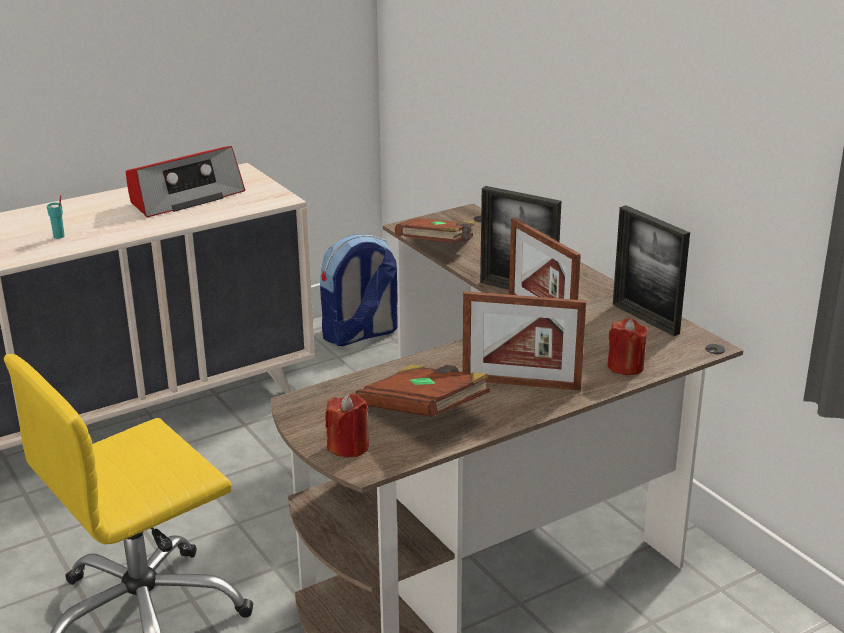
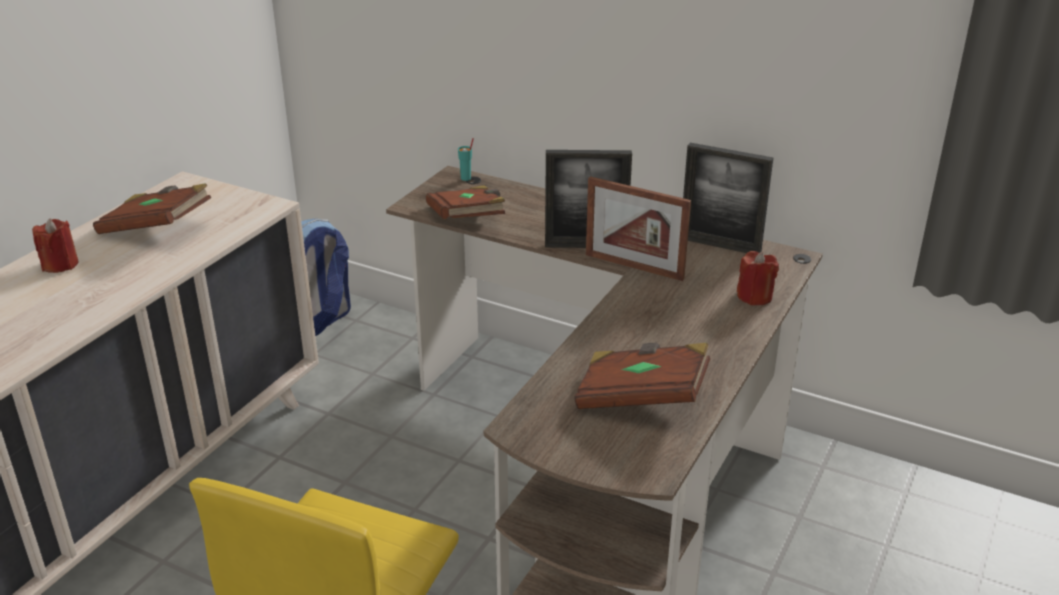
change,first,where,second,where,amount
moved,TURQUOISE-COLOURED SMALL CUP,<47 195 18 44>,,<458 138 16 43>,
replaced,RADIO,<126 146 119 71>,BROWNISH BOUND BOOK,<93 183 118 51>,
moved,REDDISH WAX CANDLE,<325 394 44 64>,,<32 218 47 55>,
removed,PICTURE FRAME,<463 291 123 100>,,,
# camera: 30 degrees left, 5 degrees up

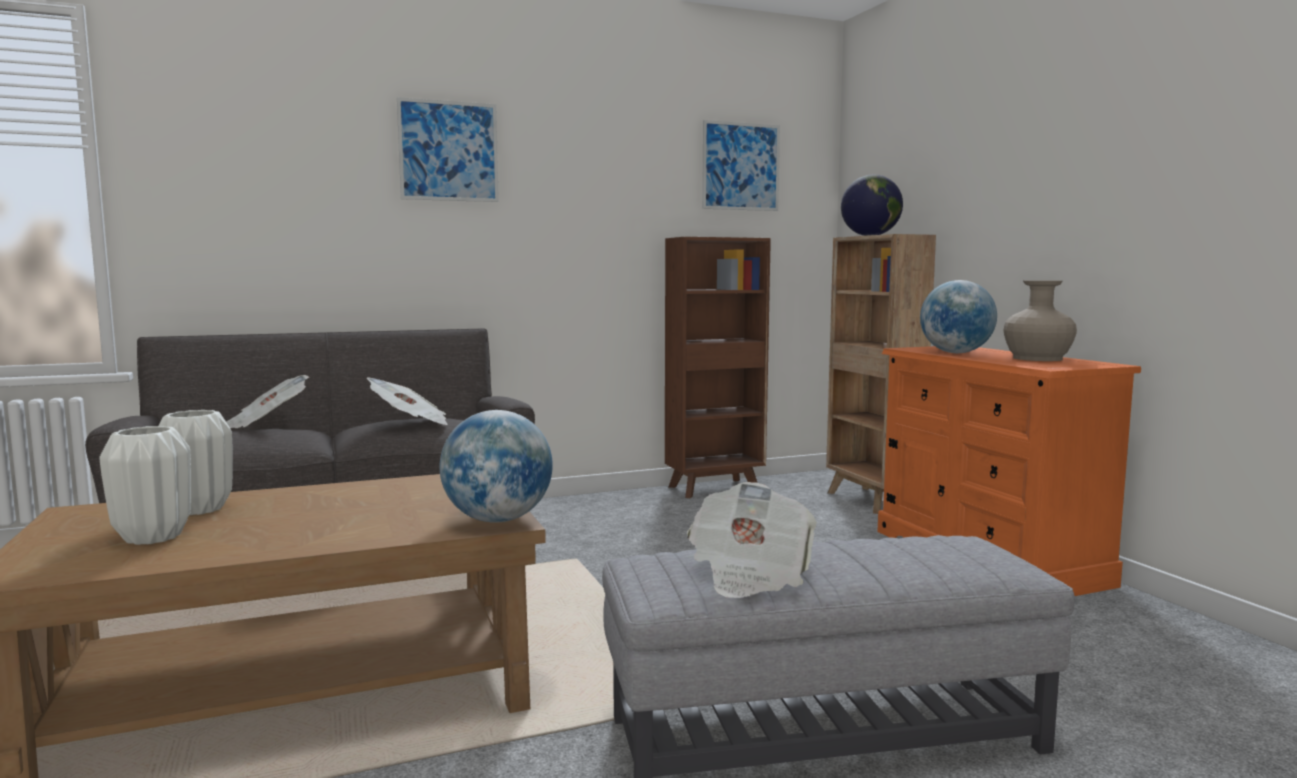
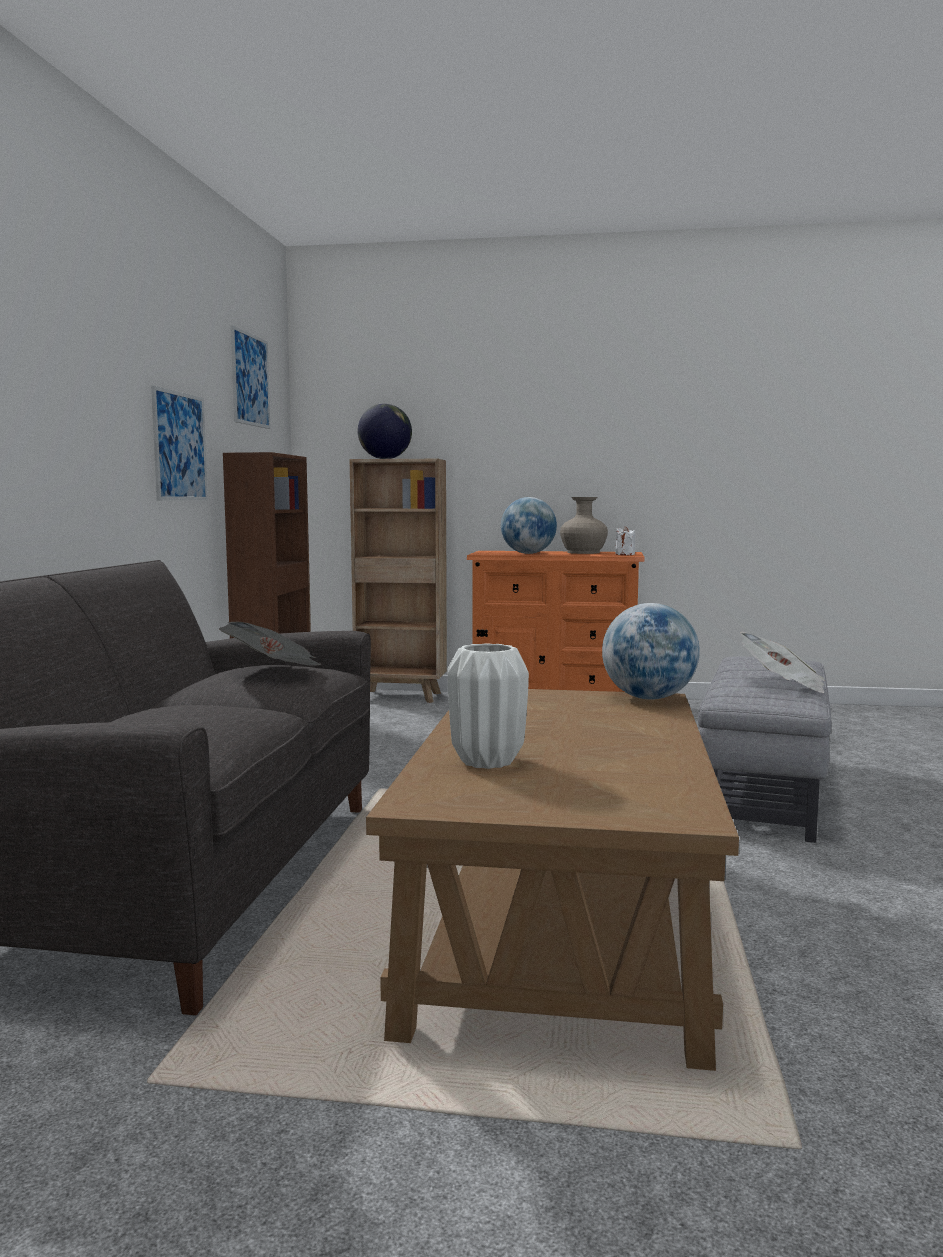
change,first,where,second,where,amount
removed,WHITISH DECORATIVE VASE,<99 426 92 119>,,,
removed,DAILY PAPER,<226 375 83 53>,,,
moved,PICTURE,<397 97 102 105>,,<151 386 57 114>,
added,,,WHITISH WAX CANDLE,<615 526 20 29>,
# camera: 60 degrees left, 0 degrees up

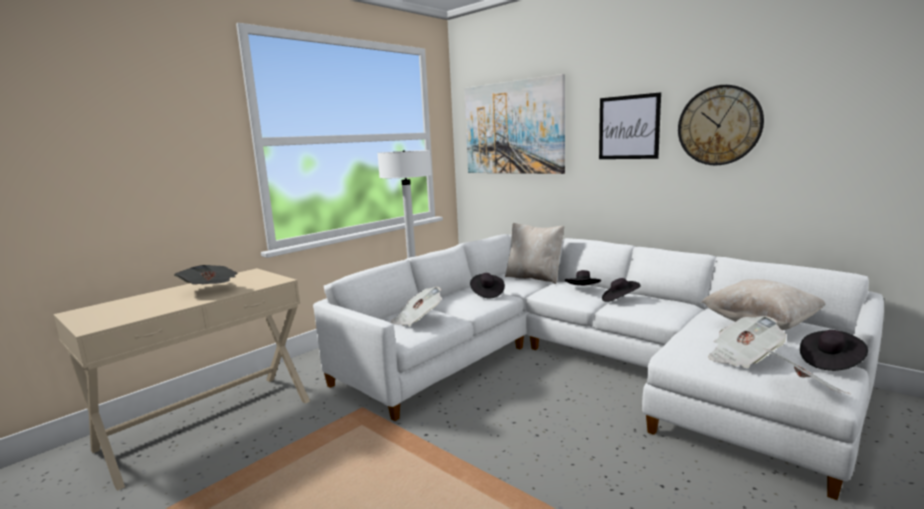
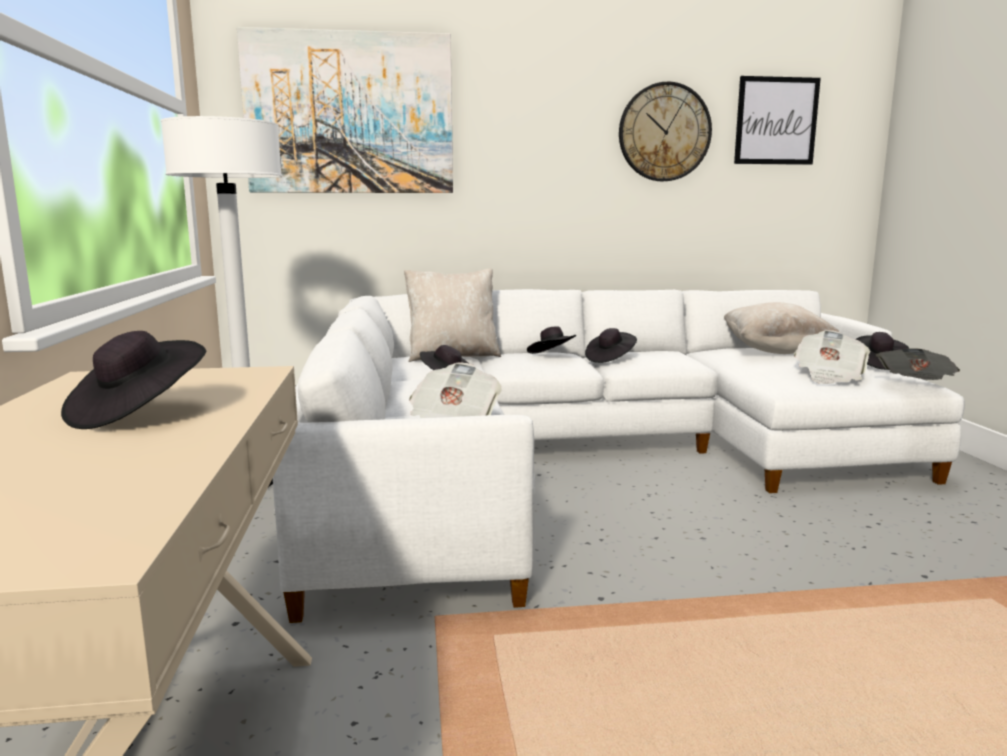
change,first,where,second,where,amount
replaced,DAILY PAPER,<174 265 63 20>,BLACK-COLOURED CLOTHING HAT,<61 331 145 98>,
moved,PICTURE,<599 92 62 67>,,<734 76 87 89>,
# camera: 50 degrees left, 0 degrees up

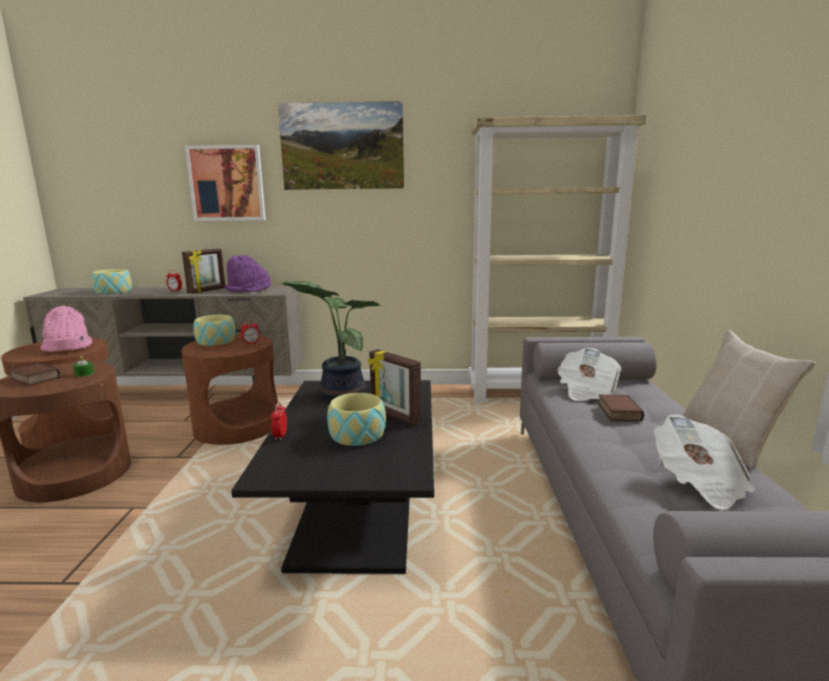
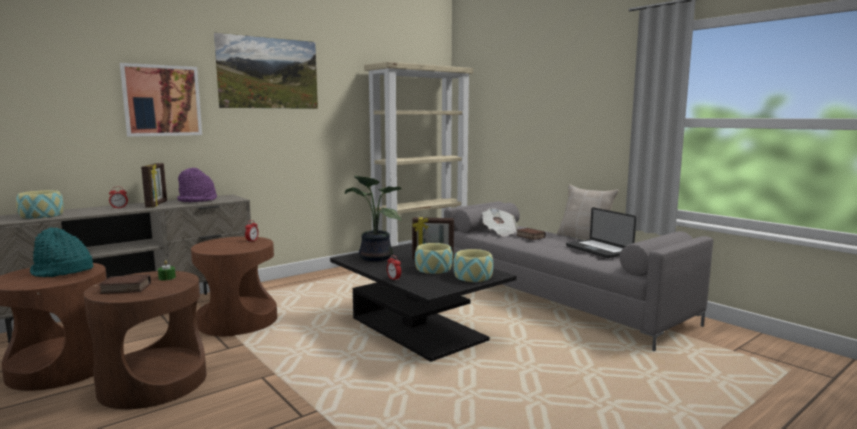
change,first,where,second,where,amount
recoloured,PINKISH CLOTHING HAT,<41 305 51 47>,TURQUOISE-COLOURED CLOTHING HAT,<30 227 63 50>,
moved,SERVING BOWL,<193 315 42 31>,,<453 249 40 33>,
replaced,DAILY PAPER,<653 414 103 96>,NOTEBOOK COMPUTER,<566 207 70 51>,
# camera: 40 degrees left, 5 degrees down

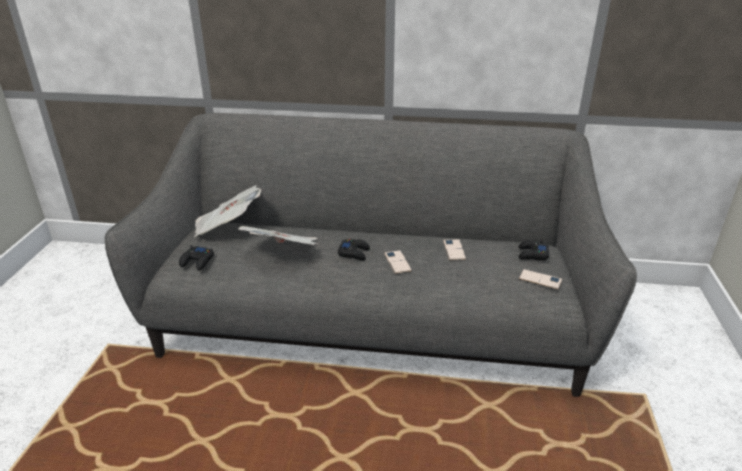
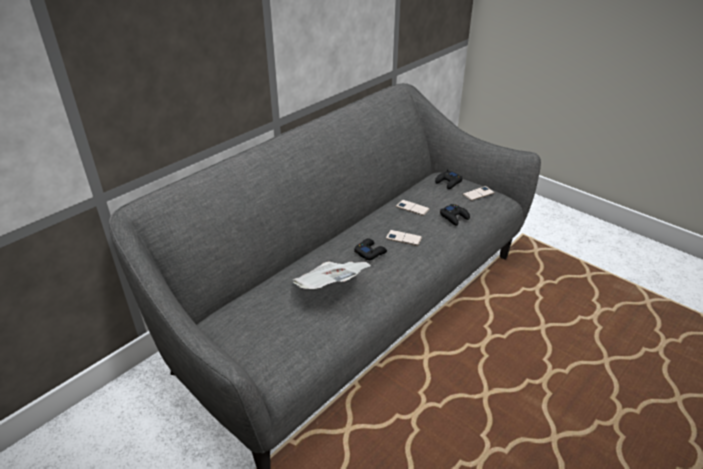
change,first,where,second,where,amount
moved,BLACK-COLOURED JOYPAD,<179 245 35 25>,,<440 204 30 22>,
removed,DAILY PAPER,<194 185 67 52>,,,
# camera: 55 degrees left, 5 degrees up

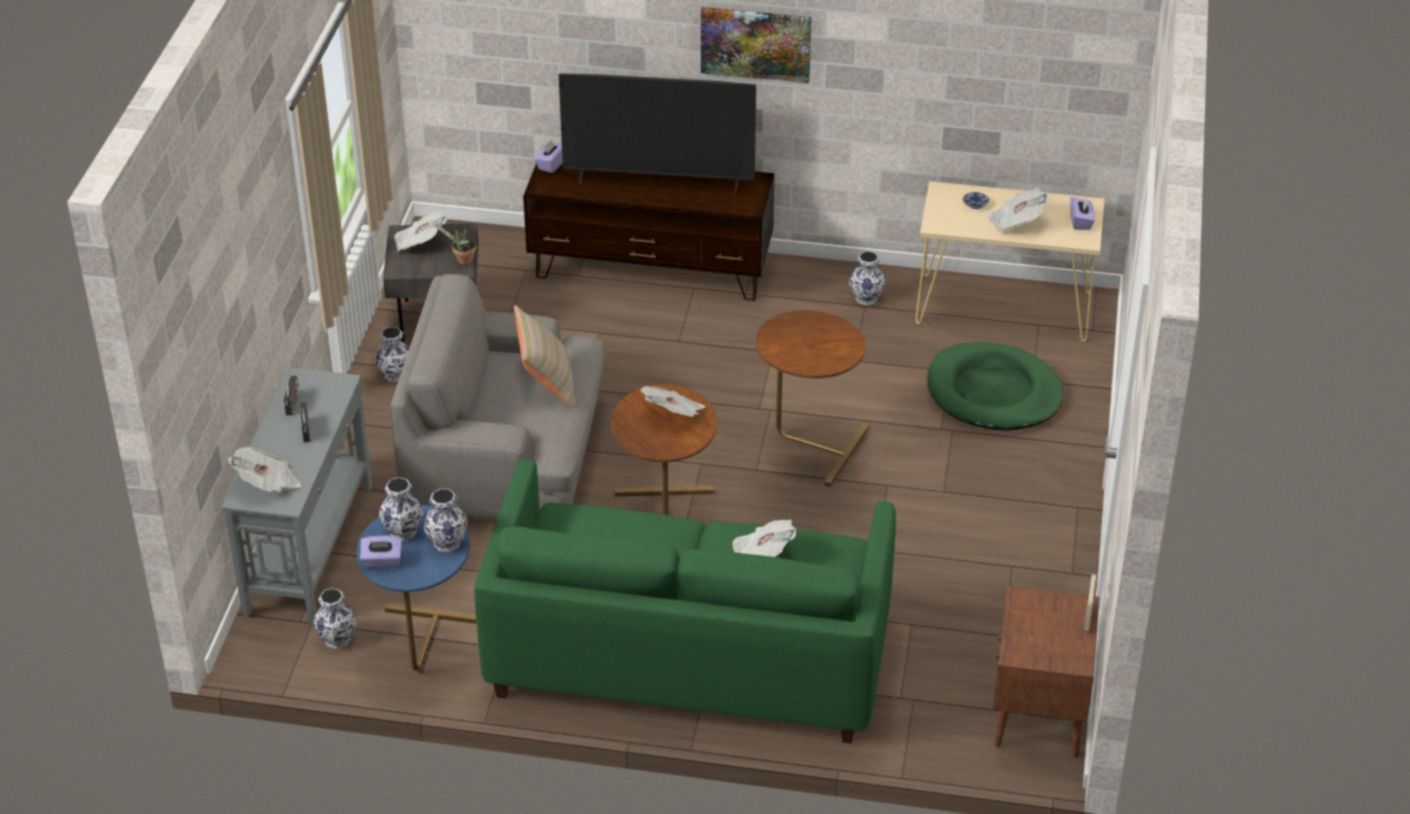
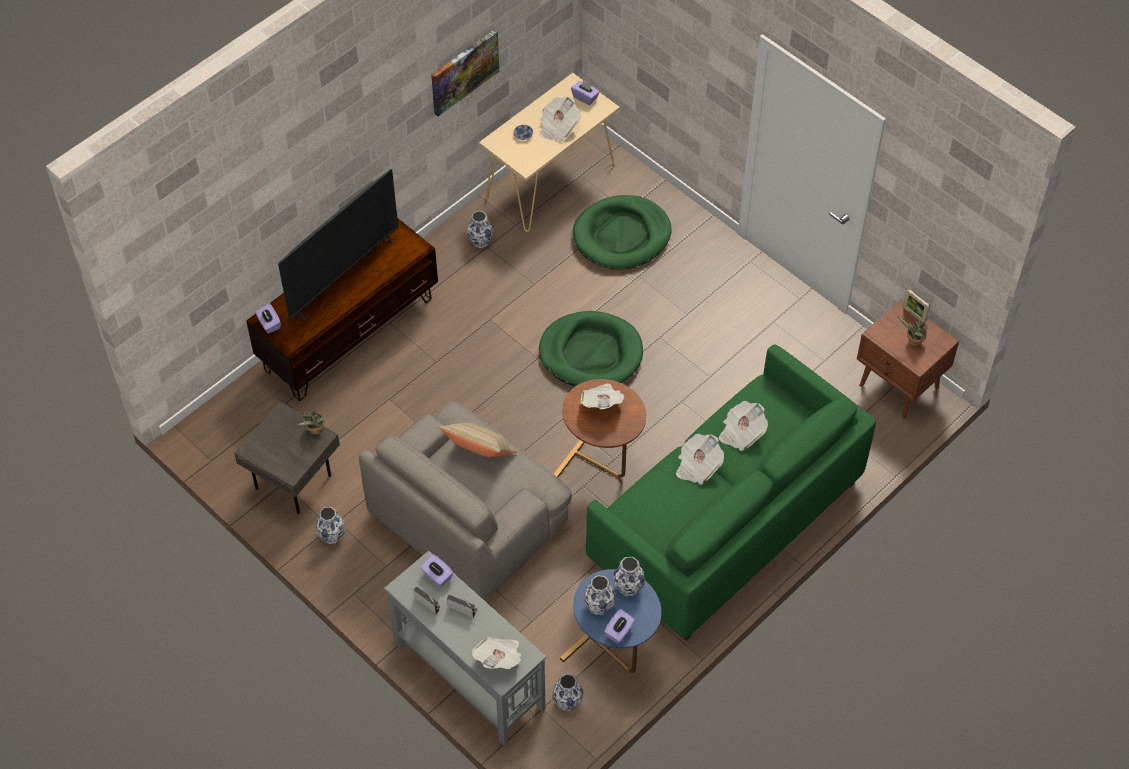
change,first,where,second,where,amount
moved,DAILY PAPER,<394 211 53 40>,,<676 434 48 51>,
moved,PICTURE,<701 7 111 76>,,<431 29 68 87>,
replaced,BROWNISH END TABLE,<756 310 113 177>,GREEN-COLOURED DOG CUSHION,<539 311 104 75>,
added,,,PURPLE-COLOURED BOX OF TISSUES,<420 554 33 33>,
added,,,HOUSEPLANT,<897 316 30 30>,
# camera: 55 degrees left, 15 degrees up

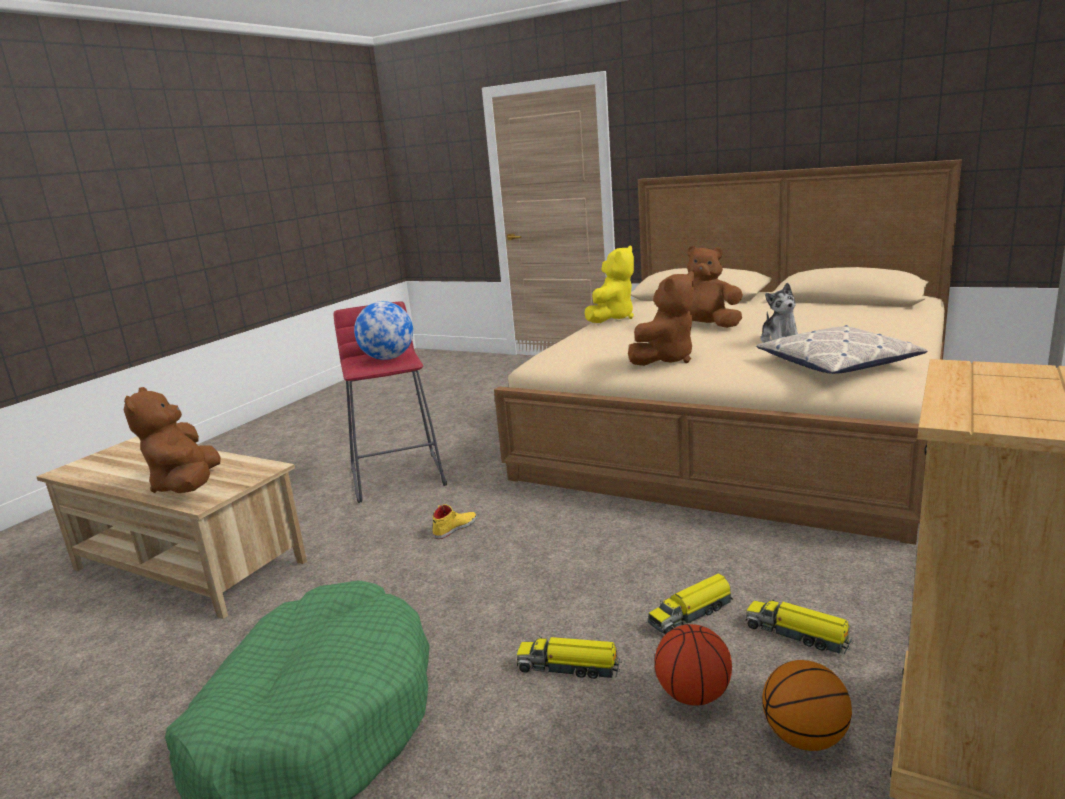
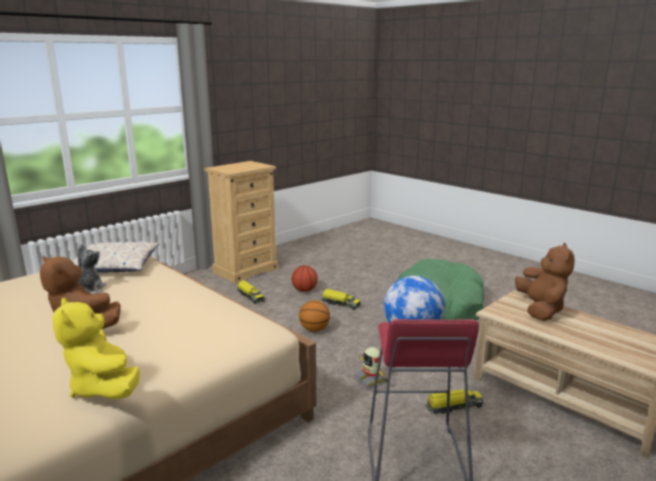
change,first,where,second,where,amount
replaced,YELLOWISH ITEM OF FOOTWEAR,<433 504 44 35>,TOY ROBOT,<353 347 34 42>,
turned,YELLOWISH PLUSH TOY,<585 245 49 78>,,<52 297 88 102>,75 degrees counterclockwise
removed,BROWNISH PLUSH TOY,<628 271 66 95>,,,
moved,MODEL TRUCK,<648 573 85 61>,,<425 389 58 25>,
moved,BASKETBALL,<762 660 90 91>,,<299 300 31 32>,
# camera: 165 degrees left, 0 degrees up

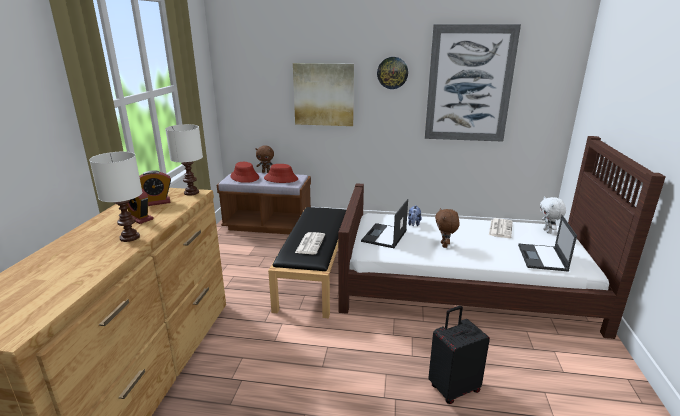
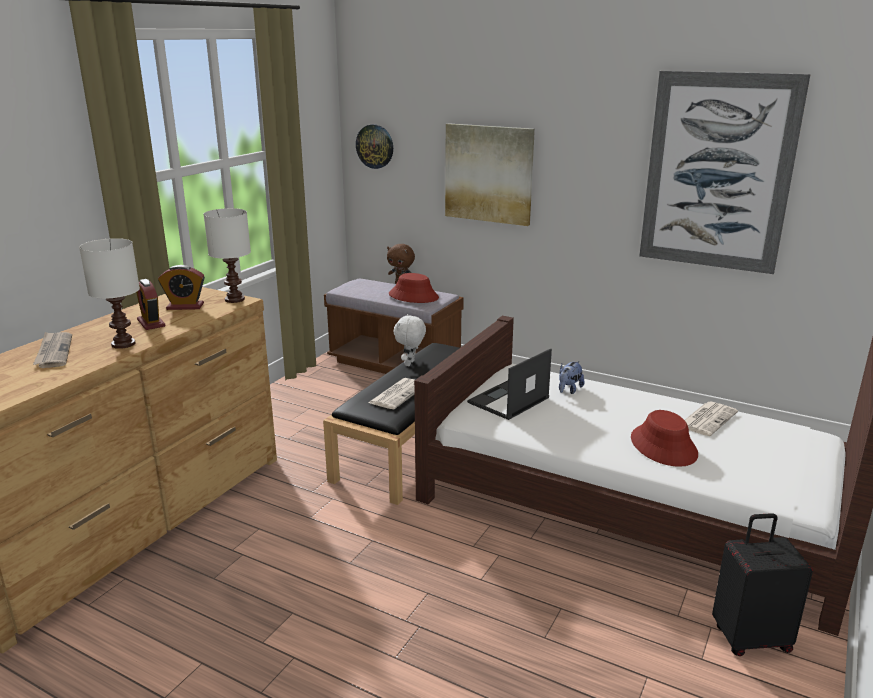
change,first,where,second,where,amount
moved,REDDISH CLOTHING HAT,<230 162 29 21>,,<631 410 67 57>,
moved,CLOCK ON THE WALL,<377 57 31 32>,,<356 124 37 45>,
moved,BLACK-COLOURED PIECE OF LUGGAGE,<428 306 62 98>,,<712 513 101 143>,
removed,BROWNISH PLUSH TOY,<435 208 25 40>,,,
removed,NOTEBOOK COMPUTER,<518 215 59 57>,,,
moved,WHITISH PLUSH TOY,<540 196 26 38>,,<393 314 33 52>,
added,,,DAILY PAPER,<33 332 39 36>,
# camera: 20 degrees right, 0 degrees up

